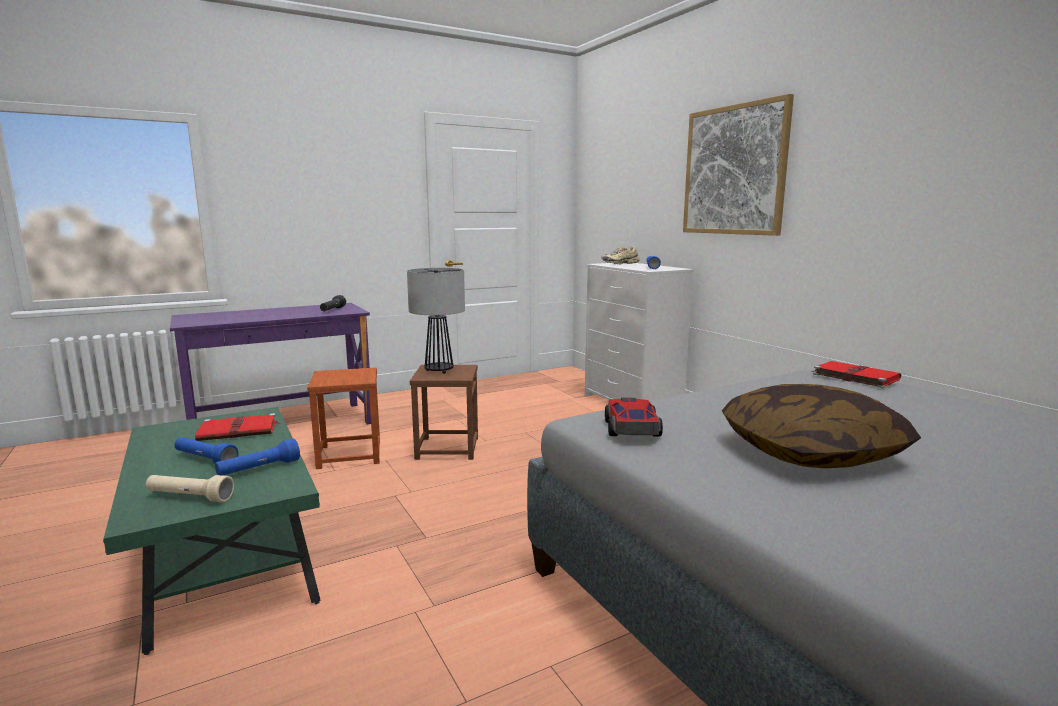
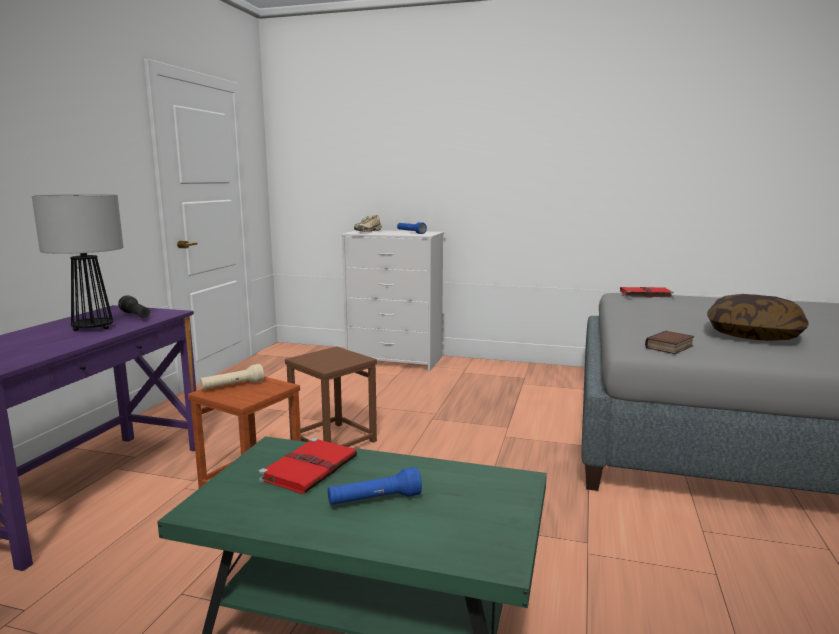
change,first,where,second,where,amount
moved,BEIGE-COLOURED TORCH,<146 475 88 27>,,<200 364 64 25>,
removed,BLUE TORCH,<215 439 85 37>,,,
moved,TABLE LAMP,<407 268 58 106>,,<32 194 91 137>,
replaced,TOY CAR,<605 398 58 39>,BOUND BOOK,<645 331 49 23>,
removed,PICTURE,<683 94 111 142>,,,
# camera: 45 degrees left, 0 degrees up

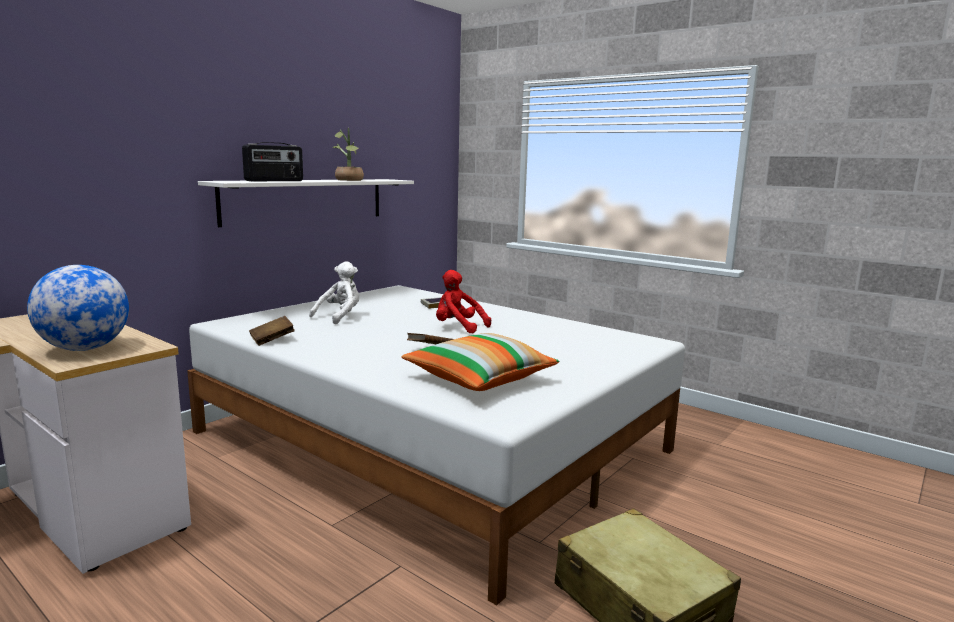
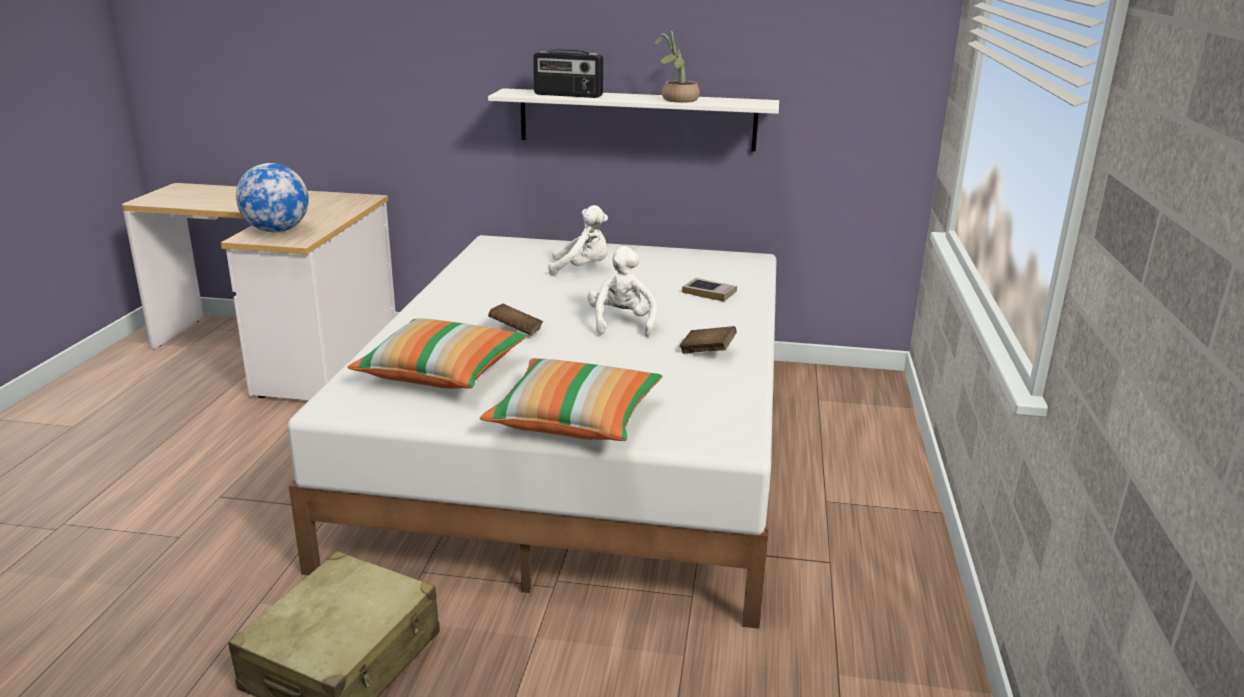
change,first,where,second,where,amount
moved,BROWNISH BOUND BOOK,<249 316 46 30>,,<679 326 58 27>,
recoloured,REDDISH PLUSH TOY,<436 270 55 63>,WHITISH PLUSH TOY,<587 246 70 91>,
added,,,THROW PILLOW,<480 358 183 83>,
# camera: 60 degrees right, 10 degrees up

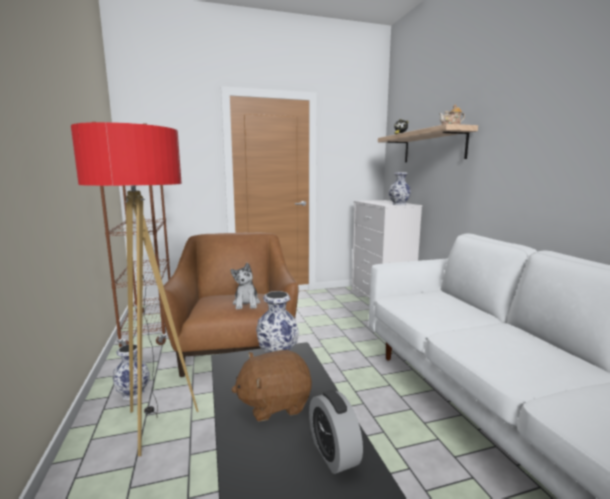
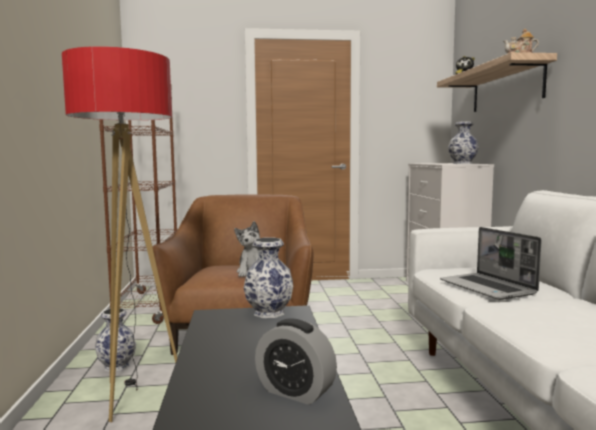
change,first,where,second,where,amount
removed,BROWNISH PLUSH TOY,<232 350 80 72>,,,
turned,ALARM CLOCK,<309 390 54 84>,,<255 319 82 86>,45 degrees counterclockwise
added,,,NOTEBOOK COMPUTER,<440 227 102 73>,
# camera: 10 degrees right, 5 degrees down

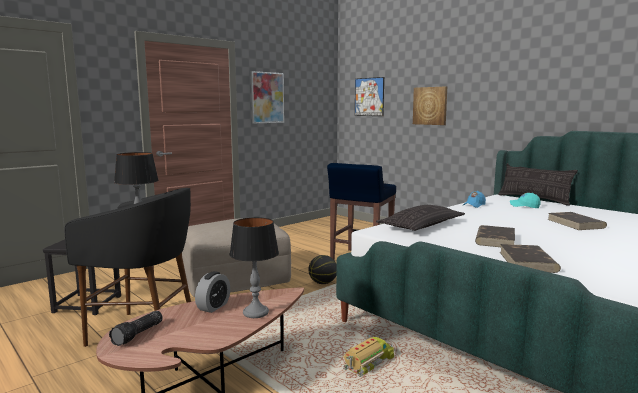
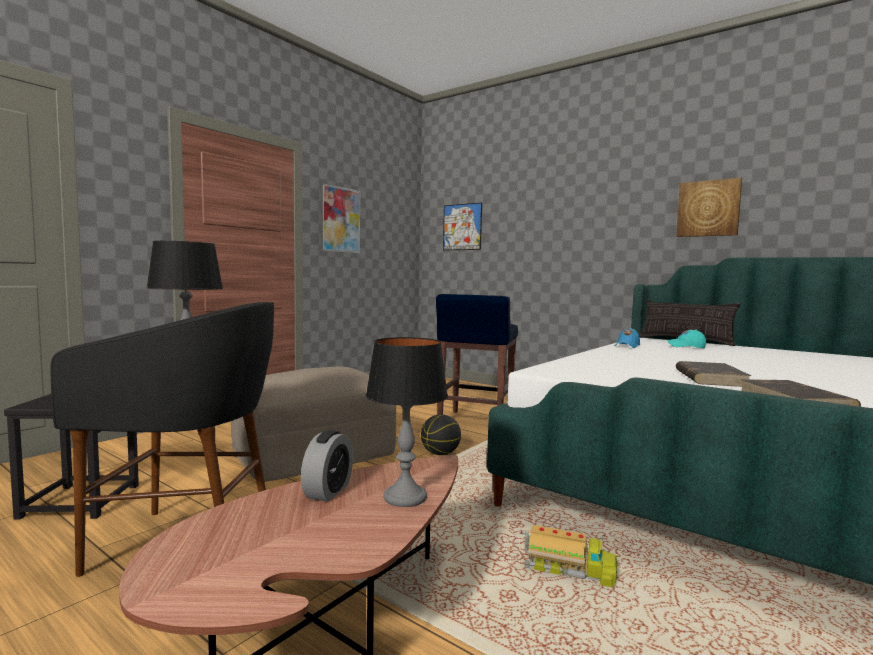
change,first,where,second,where,amount
removed,TORCH,<109 311 54 35>,,,
turned,MODEL TRUCK,<343 335 51 42>,,<519 525 98 62>,75 degrees clockwise
removed,THROW PILLOW,<376 205 89 26>,,,
moved,PICTURE,<413 86 34 39>,,<676 178 66 59>,
removed,BROWNISH BOUND BOOK,<547 212 60 18>,,,
# camera: 10 degrees left, 5 degrees down

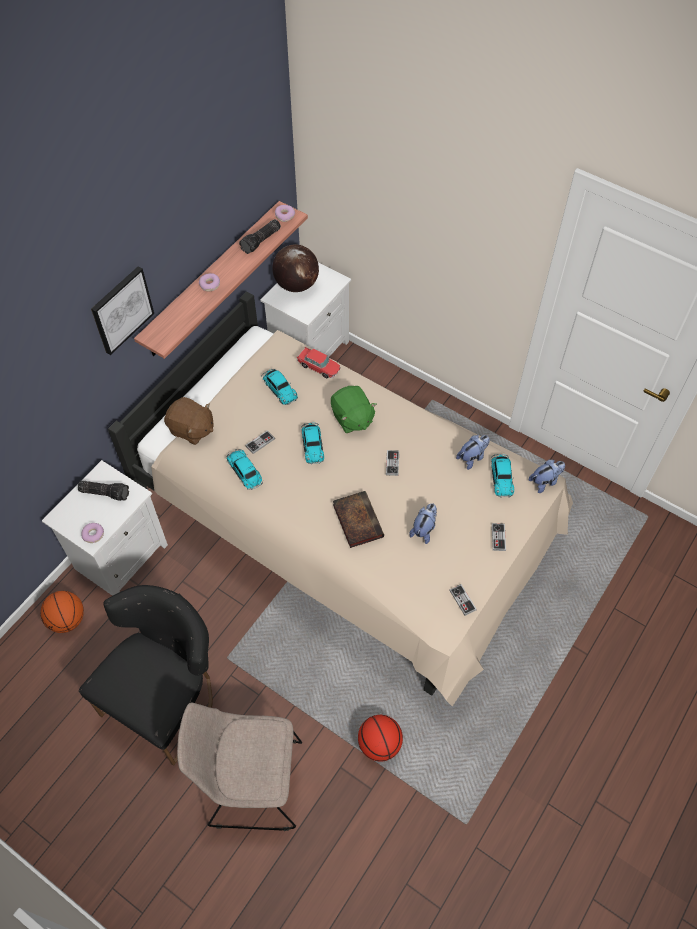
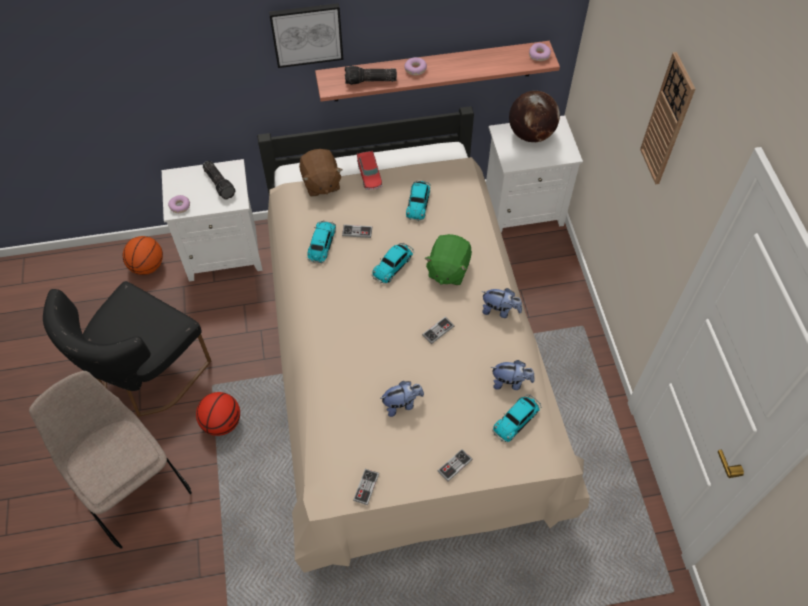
change,first,where,second,where,amount
turned,BLACK-COLOURED UPRIGHT CHAIR,<79 585 134 181>,,<43 281 168 136>,135 degrees clockwise
moved,TORCH,<239 219 42 35>,,<345 66 52 19>,
moved,TOY CAR,<297 347 43 31>,,<357 151 25 39>,
removed,BOUND BOOK,<333 491 51 57>,,,
moved,BASKETBALL,<358 715 45 47>,,<196 392 44 44>,
moved,PLUSH TOY,<529 460 36 33>,,<481 288 41 30>,
added,,,CLOCK ON THE WALL,<640 52 55 132>,
# camera: 45 degrees right, 0 degrees up

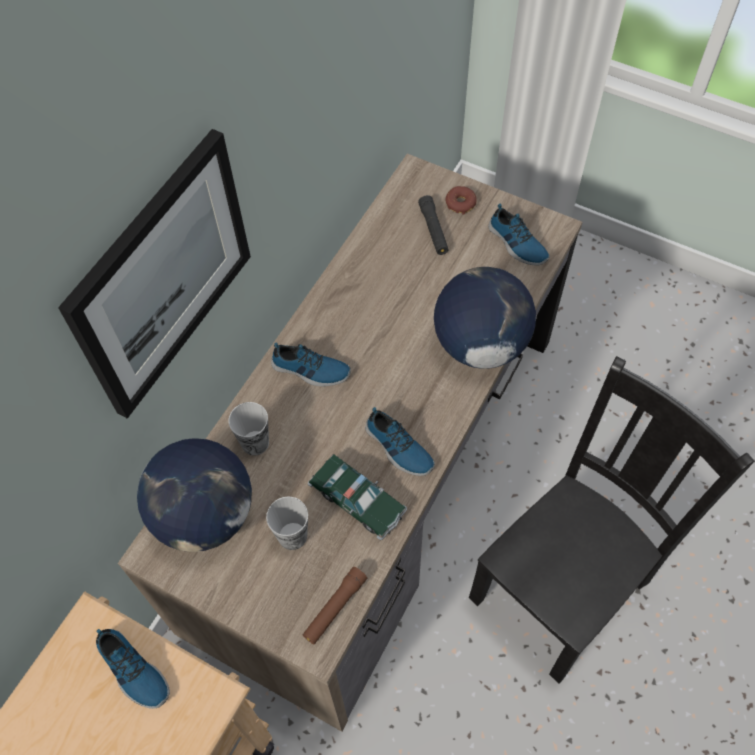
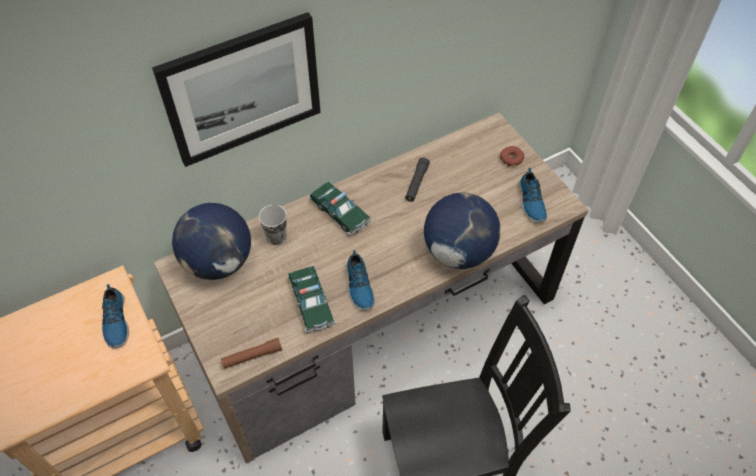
change,first,where,second,where,amount
removed,SMALL CUP,<266 497 42 53>,,,
replaced,ITEM OF FOOTWEAR,<271 343 80 43>,TOY CAR,<309 181 62 55>,
moved,BLACK-COLOURED TORCH,<418 195 31 60>,,<405 157 25 45>,
# camera: 30 degrees right, 5 degrees down

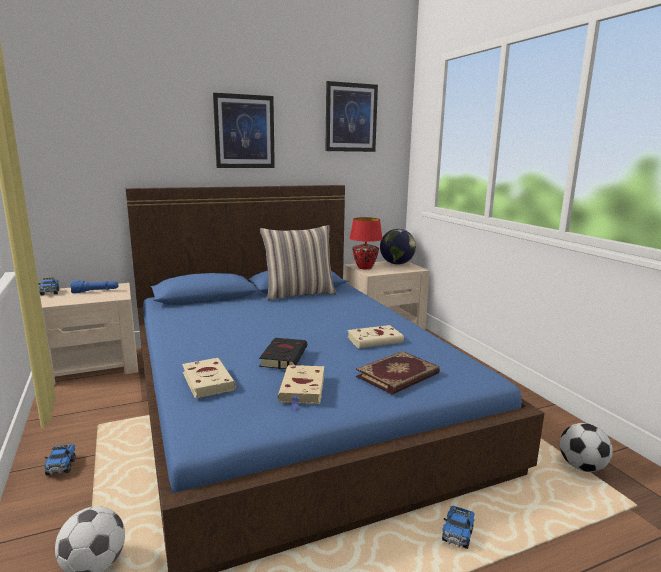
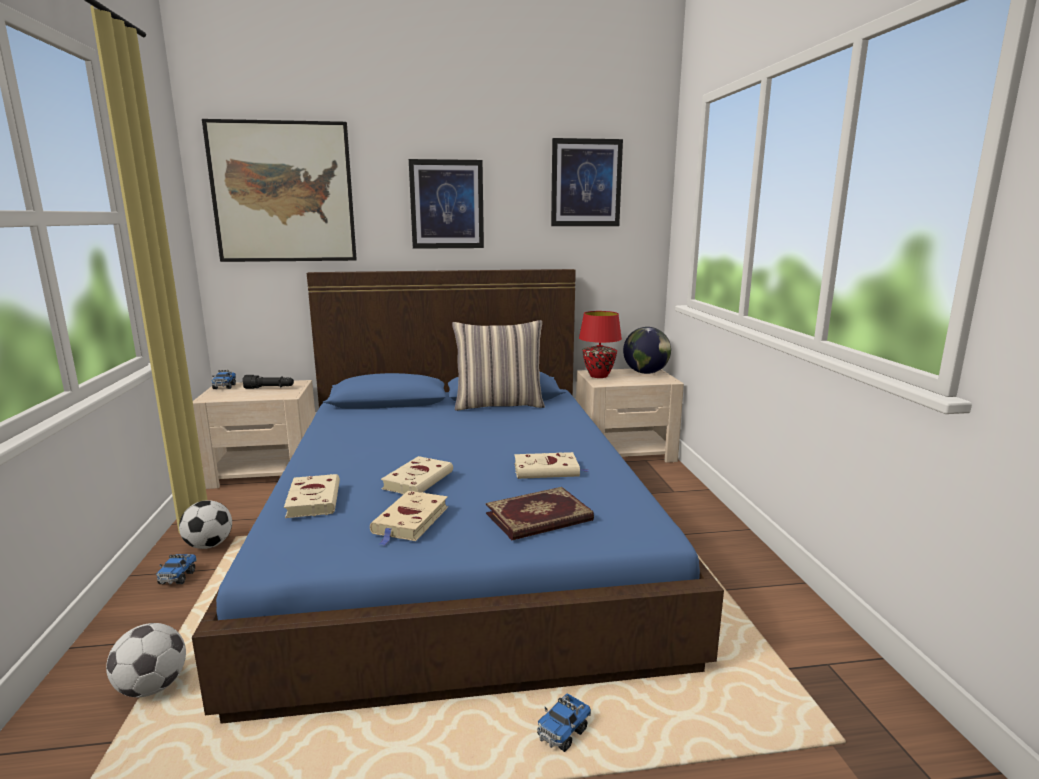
change,first,where,second,where,amount
recoloured,BLUE TORCH,<70 280 48 13>,BLACK-COLOURED TORCH,<242 375 52 14>,
recoloured,BLACK-COLOURED BOUND BOOK,<259 338 48 31>,BEIGE-COLOURED BOUND BOOK,<381 456 72 38>,
moved,FOOTBALL BALL,<560 423 53 49>,,<179 500 53 49>,
added,,,PICTURE,<202 119 155 143>,
# camera: 15 degrees right, 0 degrees up

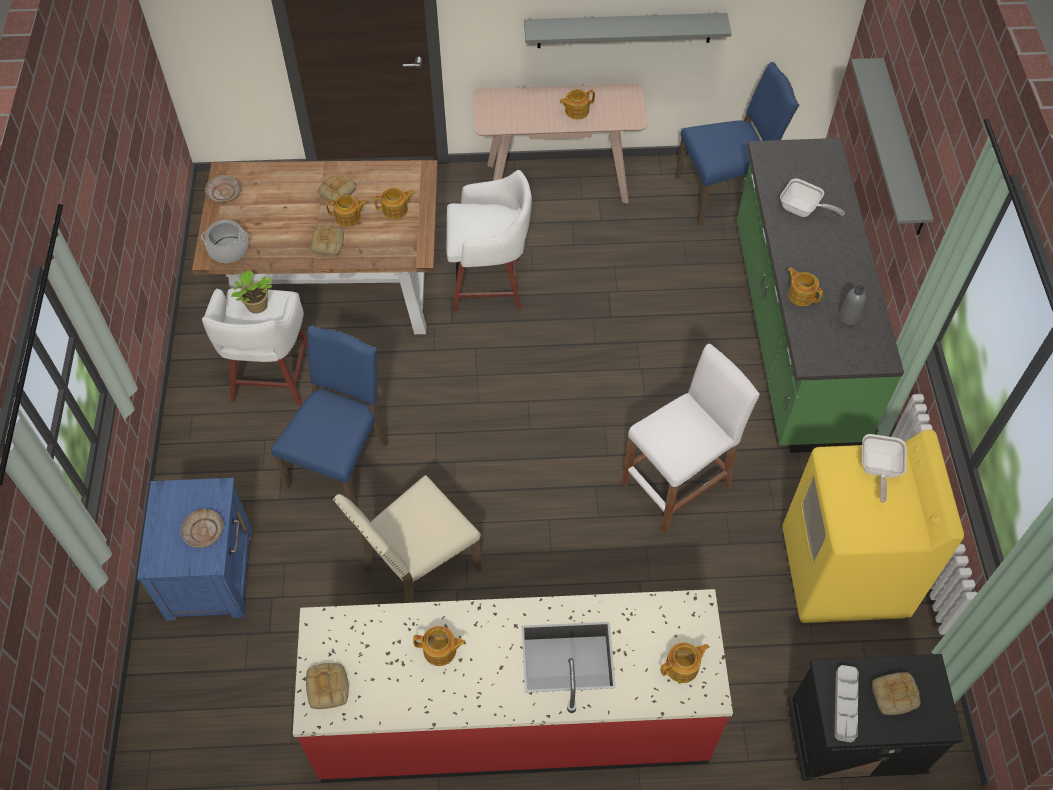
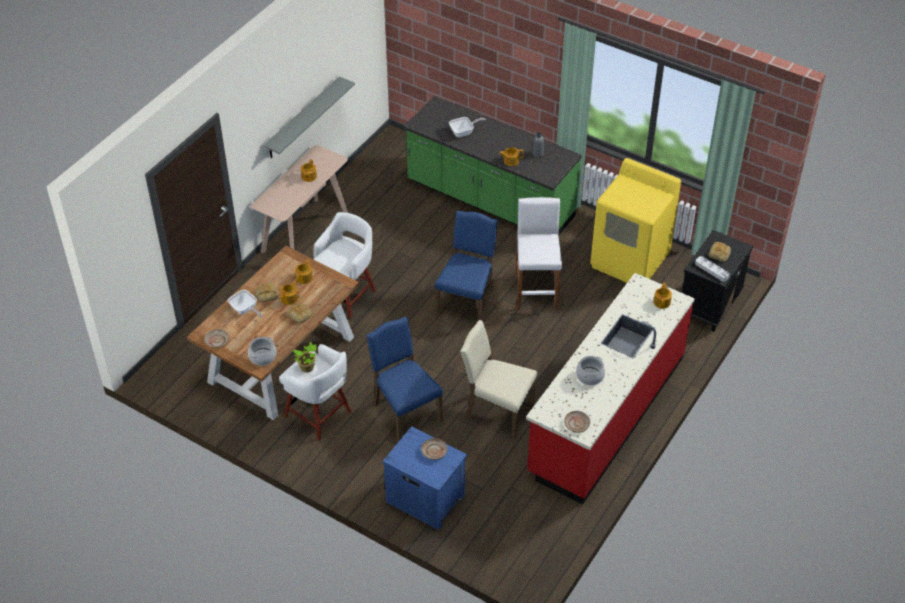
change,first,where,second,where,amount
replaced,BREAD,<306 663 43 46>,BEIGE-COLOURED DINNER PLATE,<564 411 26 22>,
turned,BEIGE-COLOURED UPRIGHT CHAIR,<333 475 149 128>,,<460 320 77 119>,120 degrees clockwise
replaced,TEAPOT,<413 626 53 40>,STOCKPOT,<576 356 29 29>,
moved,BLUE UPRIGHT CHAIR,<675 62 125 163>,,<435 210 63 110>,
removed,GREYISH WALL SHELF,<851 58 83 177>,,,
moved,PAN,<862 434 44 69>,,<228 290 34 27>,
# camera: 55 degrees left, 10 degrees down

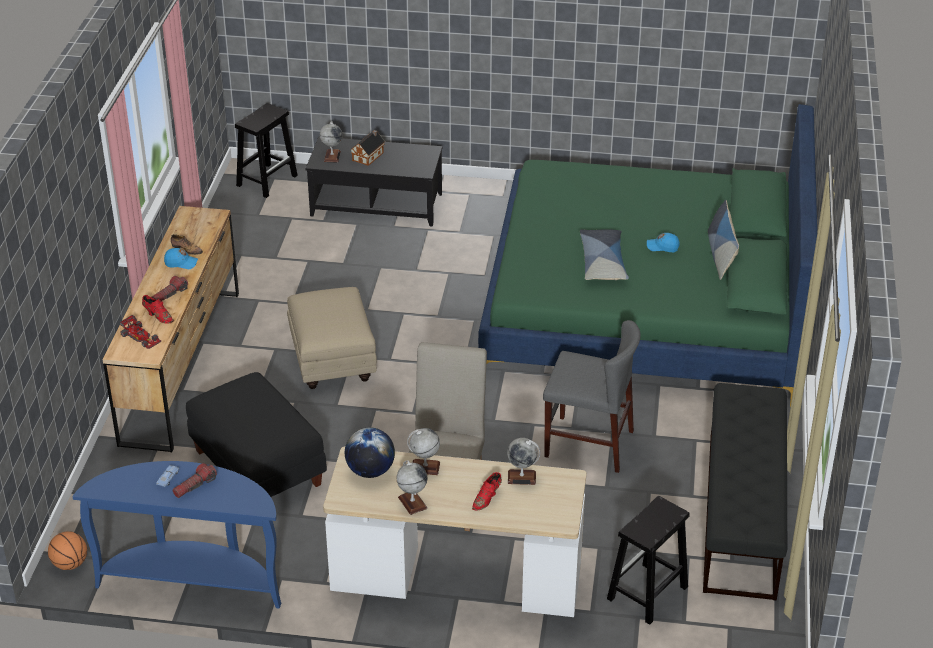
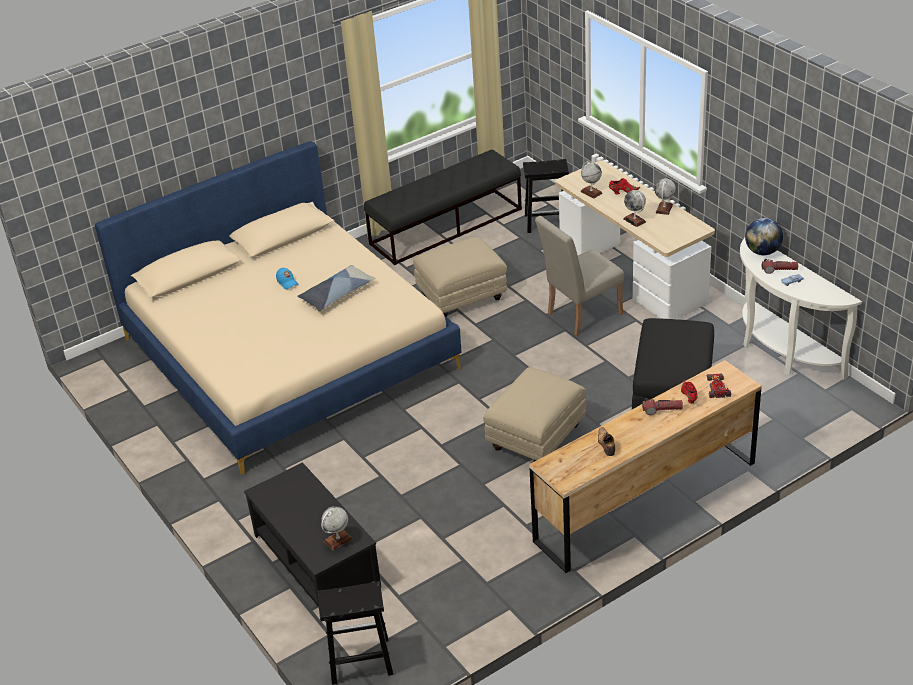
change,first,where,second,where,amount
removed,BASKETBALL,<48 531 39 39>,,,
recoloured,BLUE NARROW TABLE,<73 461 208 148>,WHITISH NARROW TABLE,<740 238 122 141>,
removed,BLUE PEAKED CAP,<164 248 34 21>,,,
moved,DESK GLOBE,<345 427 50 51>,,<745 218 38 37>,
removed,TOY HOUSE,<350 130 35 36>,,,
recoloured,GREEN-COLOURED BEDROOM BED,<478 104 339 303>,BEIGE-COLOURED BEDROOM BED,<95 141 366 334>,
replaced,GREYISH UPRIGHT CHAIR,<543 320 98 153>,BEIGE-COLOURED FOOTREST,<413 237 94 80>,
removed,THROW PILLOW,<708 200 31 80>,,,
# camera: 130 degrees left, 0 degrees up

